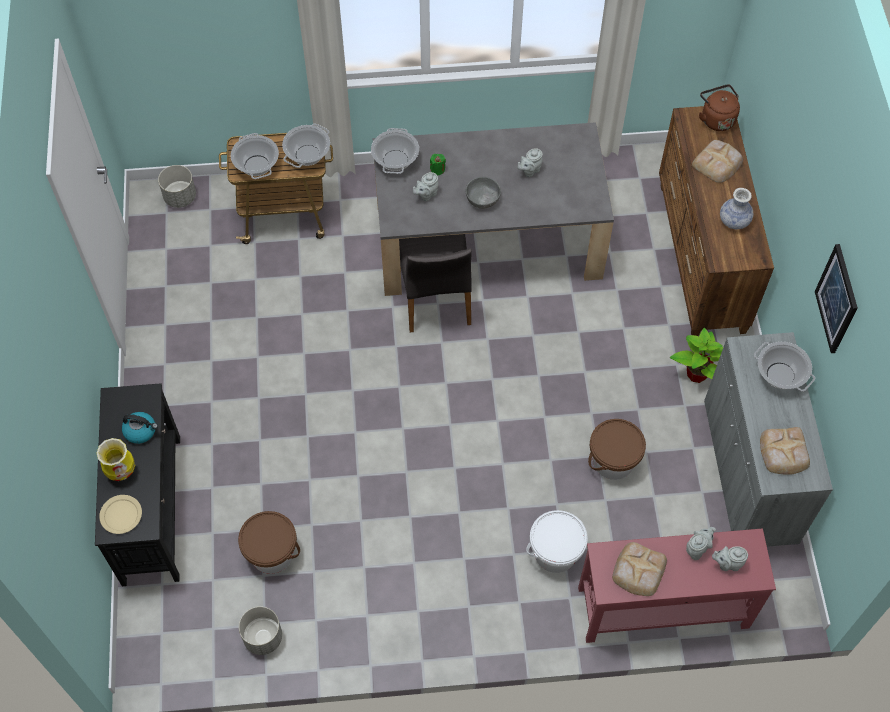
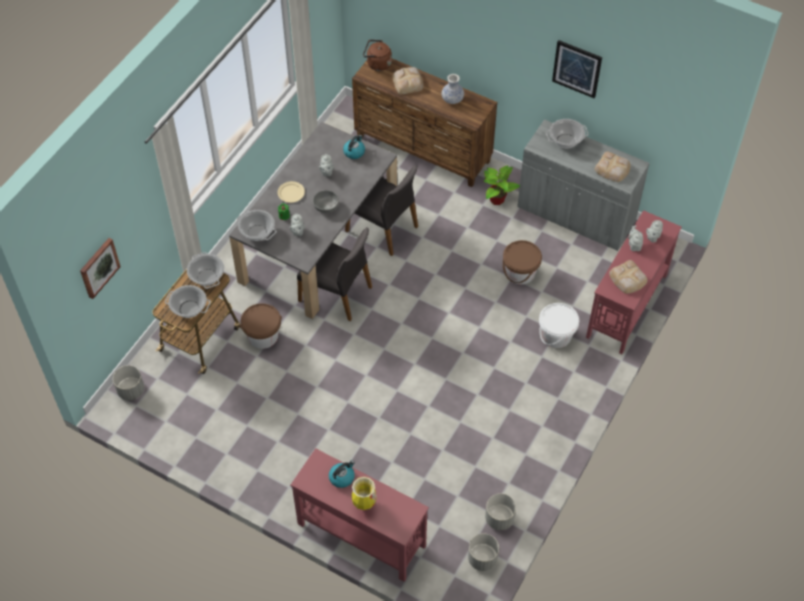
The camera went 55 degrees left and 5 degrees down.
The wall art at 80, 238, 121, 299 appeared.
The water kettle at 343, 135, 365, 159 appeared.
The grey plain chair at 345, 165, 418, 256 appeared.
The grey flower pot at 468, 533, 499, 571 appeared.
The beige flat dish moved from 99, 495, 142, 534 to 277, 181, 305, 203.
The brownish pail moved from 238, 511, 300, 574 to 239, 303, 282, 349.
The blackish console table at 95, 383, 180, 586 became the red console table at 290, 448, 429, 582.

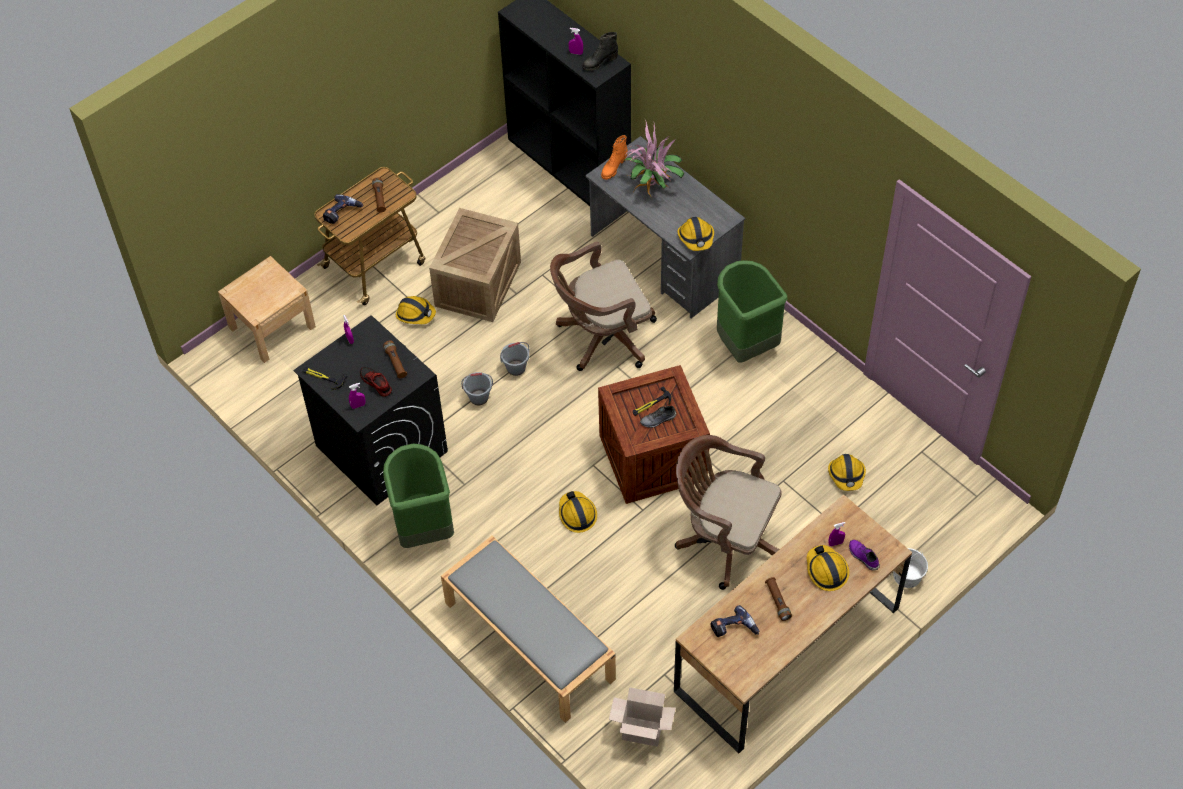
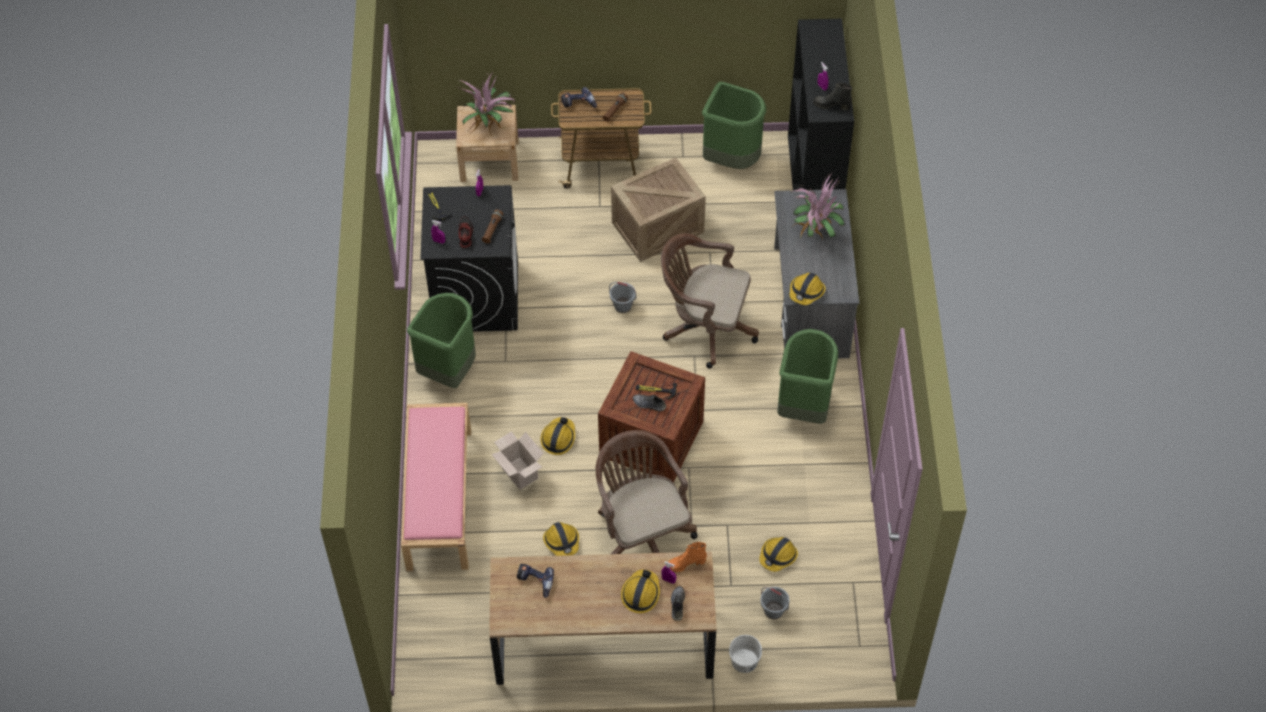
The camera went 40 degrees right and 0 degrees up.
The brownish hand torch at 765, 577, 792, 621 disappeared.
The plant in a pot at 458, 72, 515, 136 appeared.
The green-coloured trash can at 702, 82, 766, 169 appeared.
The hard hat moved from 396, 296, 436, 324 to 543, 522, 579, 556.
The grey pail moved from 461, 372, 493, 405 to 760, 587, 790, 619.
The orange high-top boot moved from 601, 135, 628, 180 to 668, 542, 707, 573.
The carton moved from 609, 687, 676, 747 to 492, 431, 544, 490.
The grey indoor bench at 441, 535, 616, 723 became the pink indoor bench at 401, 403, 471, 571.
The purple item of footwear at 849, 540, 880, 571 became the grey item of footwear at 671, 586, 685, 621.

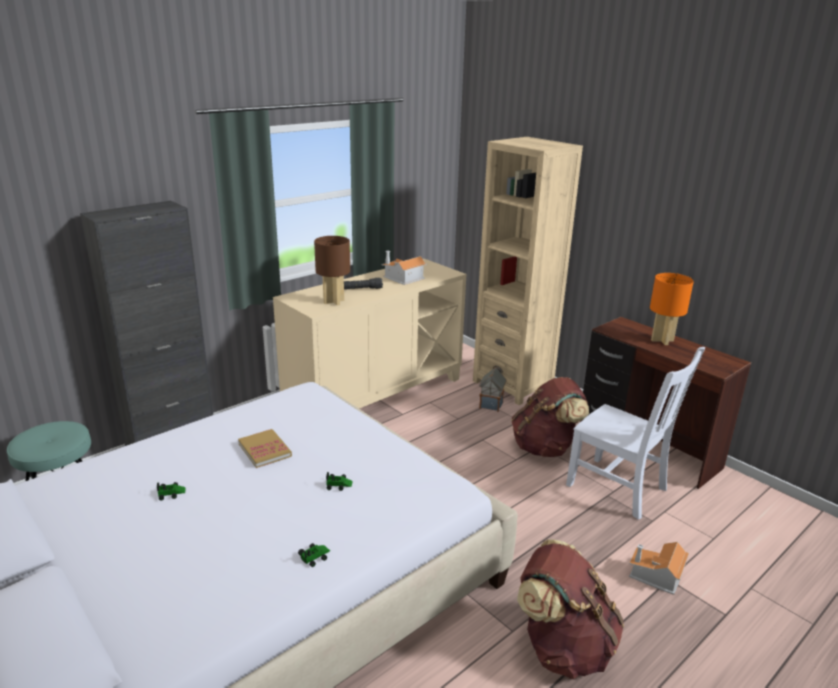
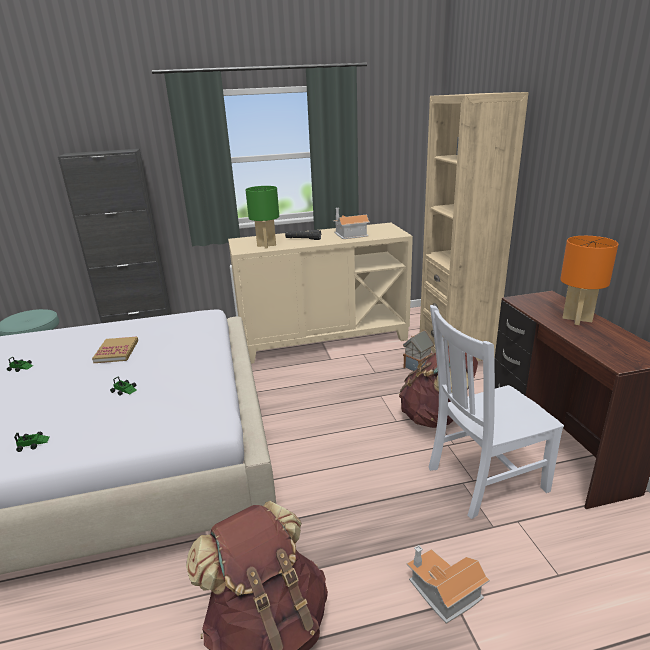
The camera went 30 degrees right and 0 degrees up.
The brownish tabletop lamp at 314, 236, 350, 306 became the green-coloured tabletop lamp at 245, 186, 279, 249.
The white-coloured plain chair at 566, 347, 705, 520 turned 90 degrees clockwise.

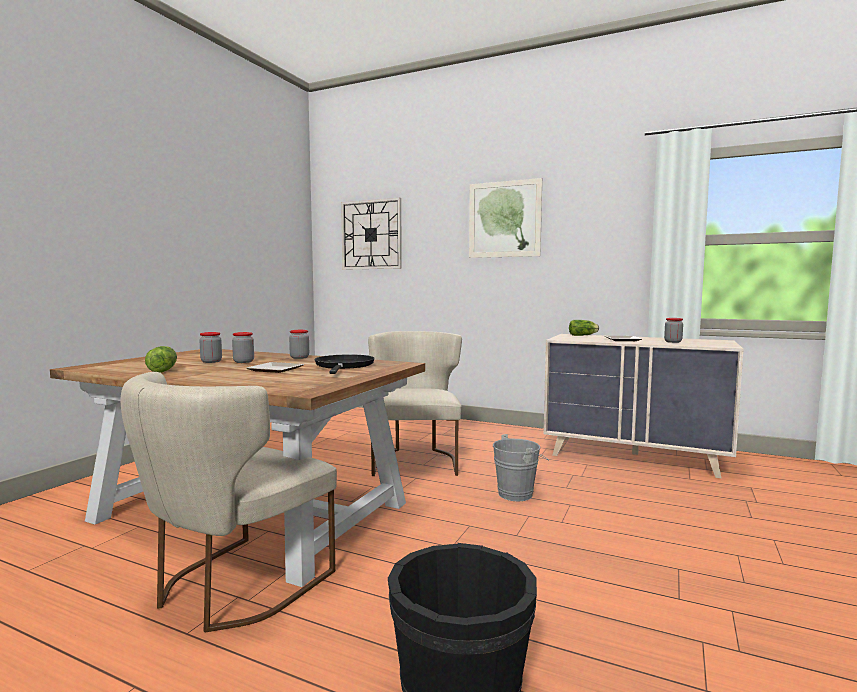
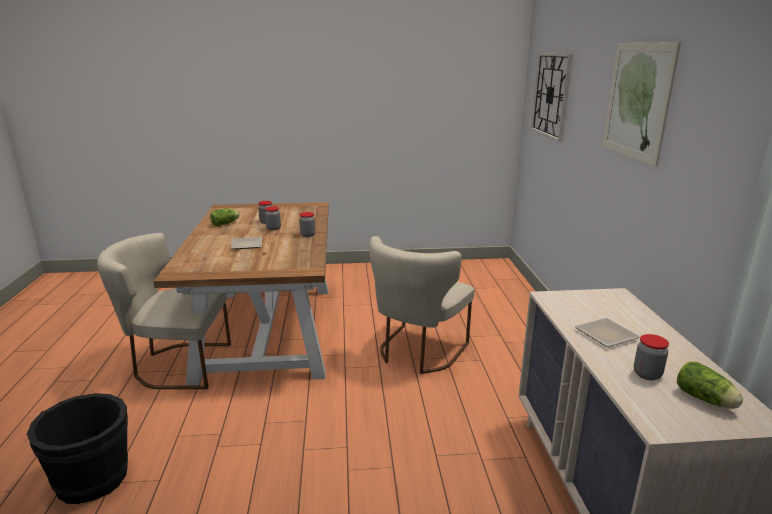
The camera went 60 degrees right and 15 degrees up.
The blackish skillet at 314, 354, 374, 374 disappeared.
The grey pail at 493, 434, 548, 501 disappeared.
The lettuce moved from 569, 320, 599, 336 to 677, 362, 743, 409.
The beige plain chair at 368, 331, 462, 476 turned 150 degrees clockwise.

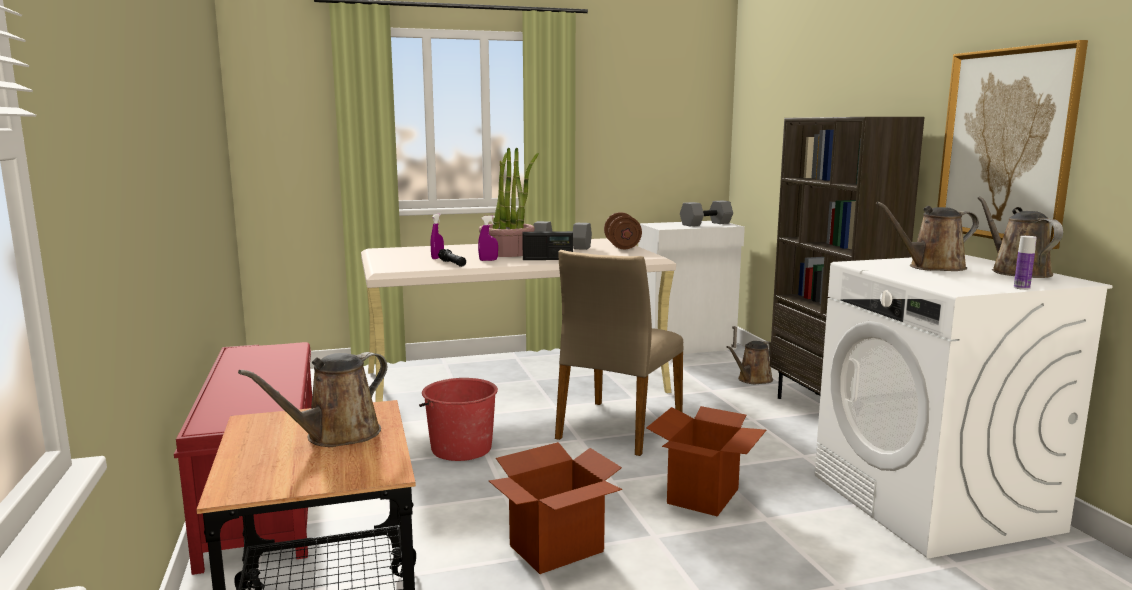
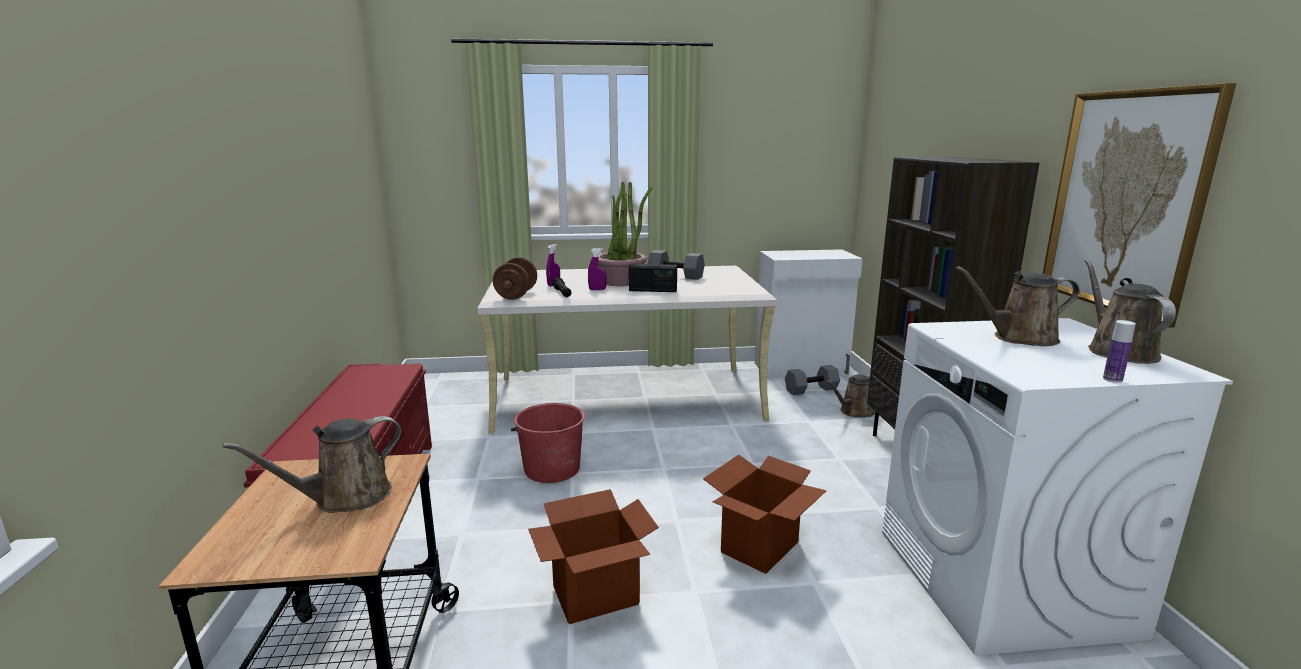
The camera went 10 degrees right and 5 degrees up.
The beige plain chair at 555, 250, 684, 456 disappeared.
The brownish free weight moved from 604, 212, 642, 250 to 493, 257, 537, 300.
The grey free weight moved from 680, 200, 733, 226 to 785, 365, 840, 395.

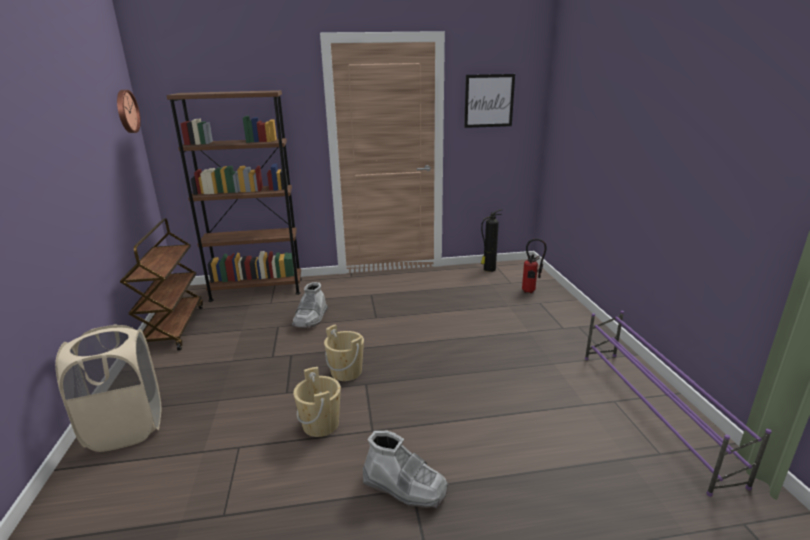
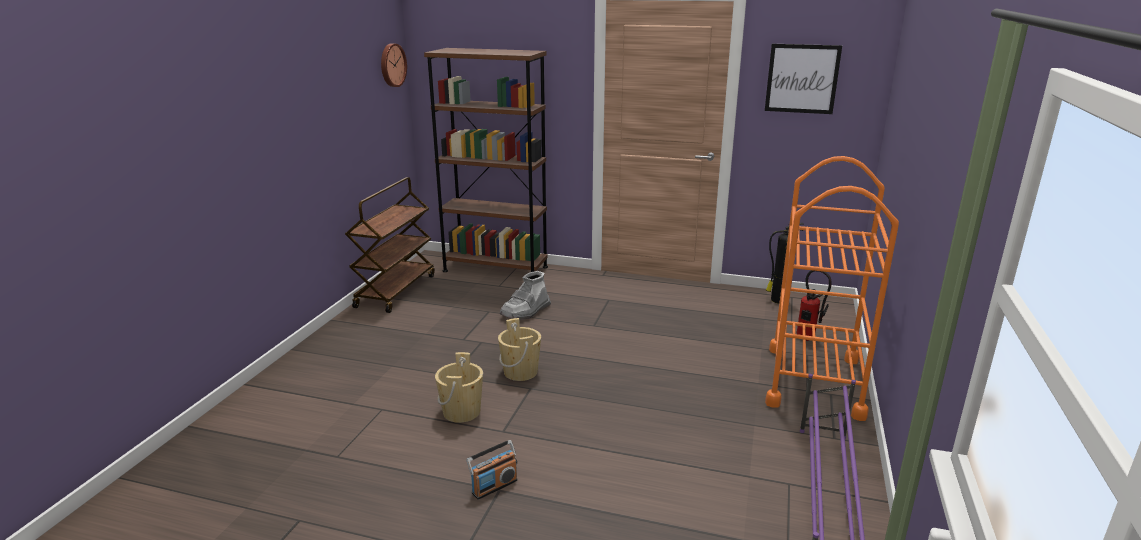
The camera went 25 degrees right and 0 degrees up.
The beige hamper at 55, 324, 162, 452 disappeared.
The orange trolley at 765, 156, 899, 421 appeared.
The grey high-top boot at 363, 431, 449, 508 was replaced by the radio receiver at 467, 440, 517, 500.

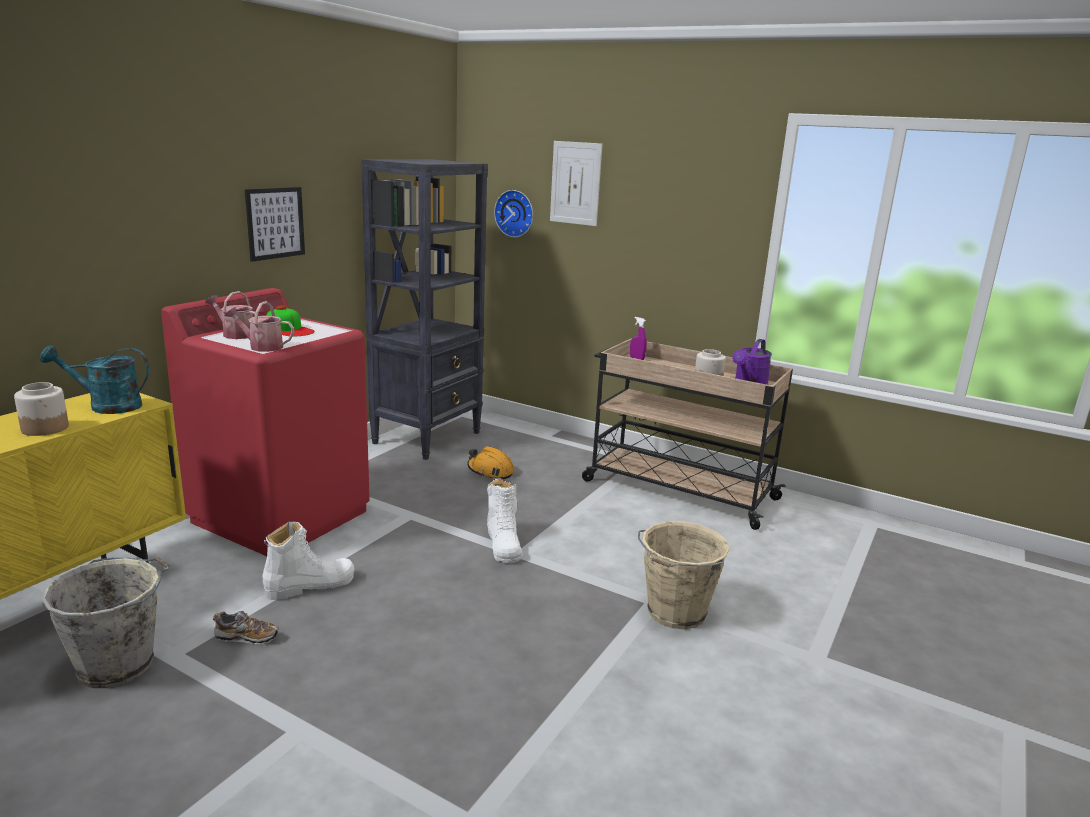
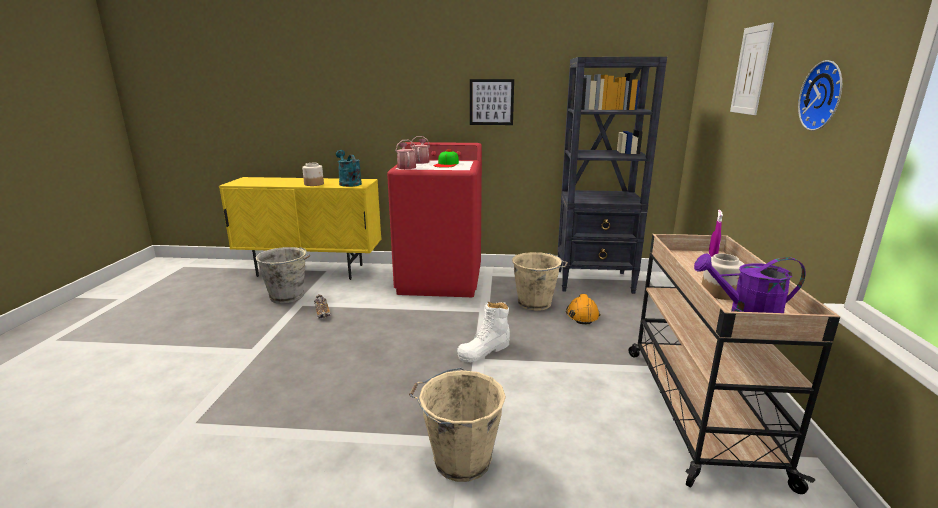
The camera went 65 degrees right and 0 degrees up.
The white-coloured high-top boot at 263, 522, 354, 600 disappeared.
The beige pail at 512, 252, 568, 311 appeared.
The wall clock moved from 494, 190, 533, 237 to 798, 60, 842, 131.

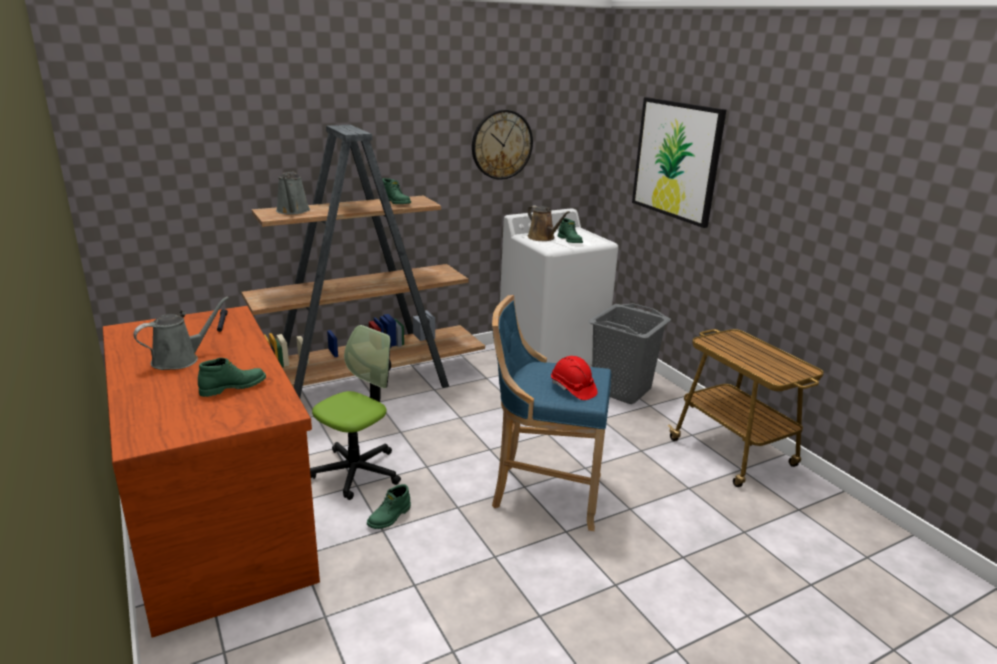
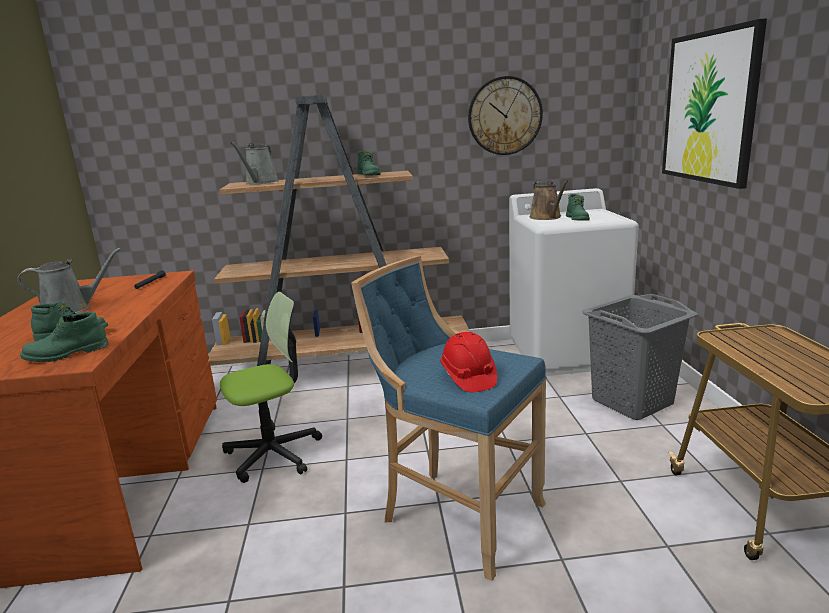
The camera went 25 degrees right and 5 degrees down.
The green-coloured high-top boot moved from 367, 484, 411, 529 to 20, 311, 109, 362.

